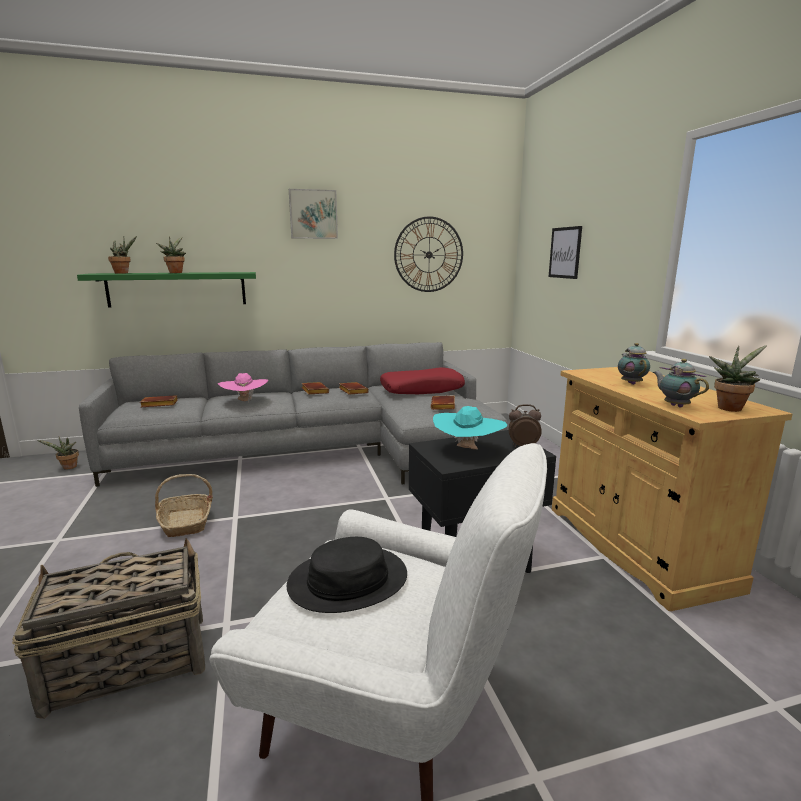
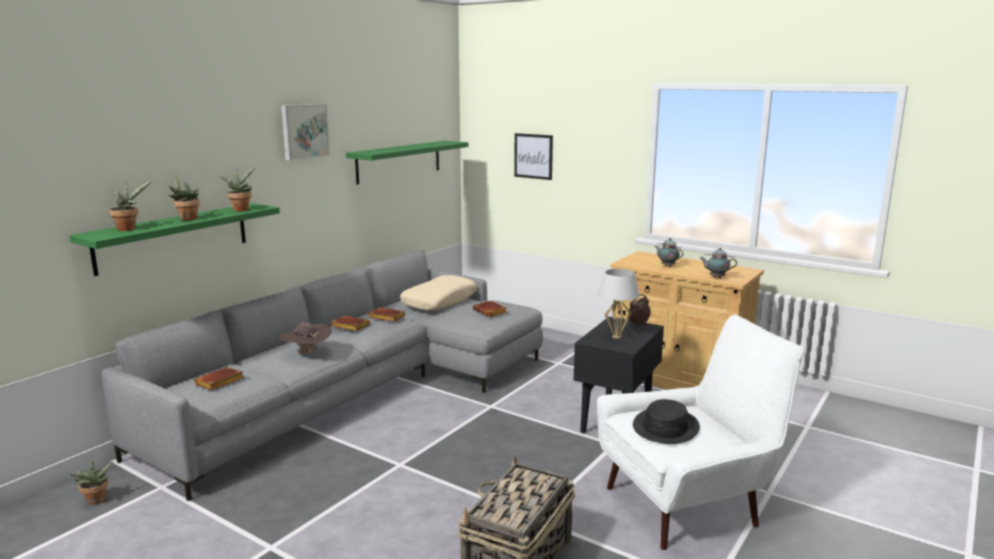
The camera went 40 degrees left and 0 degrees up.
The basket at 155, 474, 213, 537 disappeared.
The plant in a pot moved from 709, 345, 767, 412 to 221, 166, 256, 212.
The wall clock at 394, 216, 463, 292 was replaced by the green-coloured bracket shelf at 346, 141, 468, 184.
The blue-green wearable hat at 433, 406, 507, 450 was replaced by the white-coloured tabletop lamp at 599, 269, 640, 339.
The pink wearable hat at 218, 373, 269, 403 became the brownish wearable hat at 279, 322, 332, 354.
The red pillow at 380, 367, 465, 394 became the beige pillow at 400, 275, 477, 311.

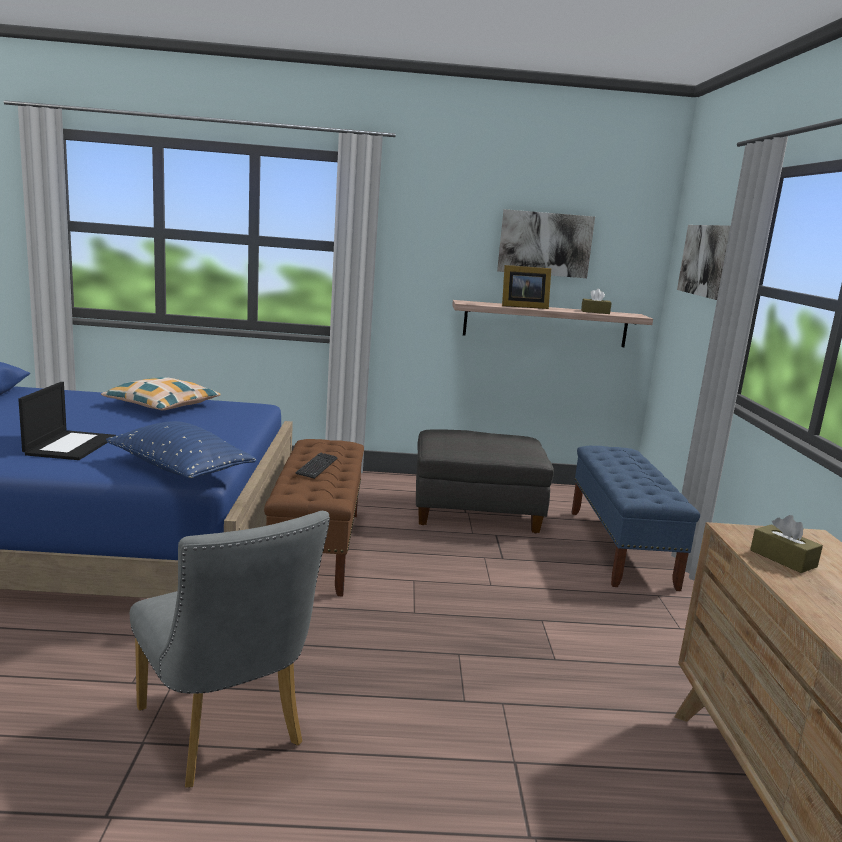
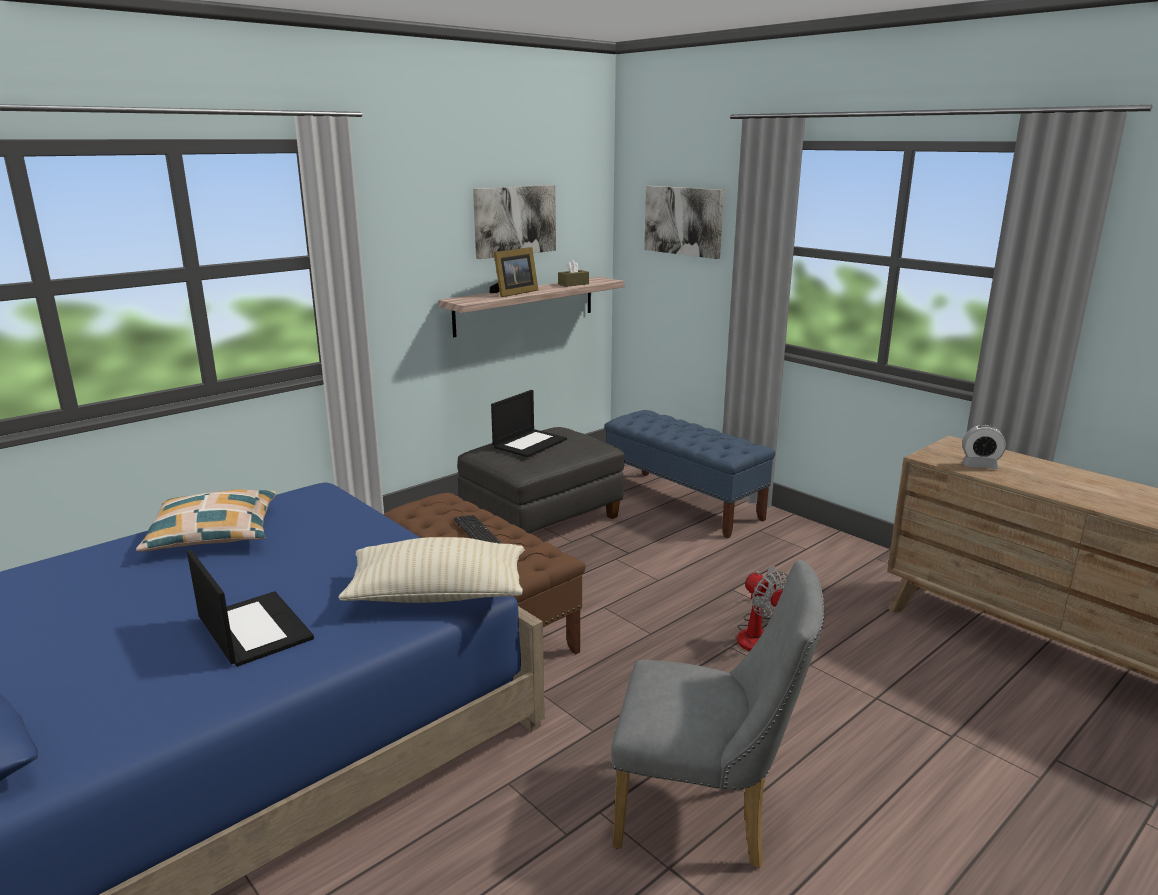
The camera went 40 degrees left and 5 degrees up.
The portable computer at 491, 390, 567, 457 appeared.
The electric fan at 737, 566, 788, 651 appeared.
The brownish box of tissues at 750, 515, 823, 573 was replaced by the bedside clock at 962, 425, 1006, 469.
The blue pillow at 106, 421, 256, 478 became the beige pillow at 339, 537, 525, 603.

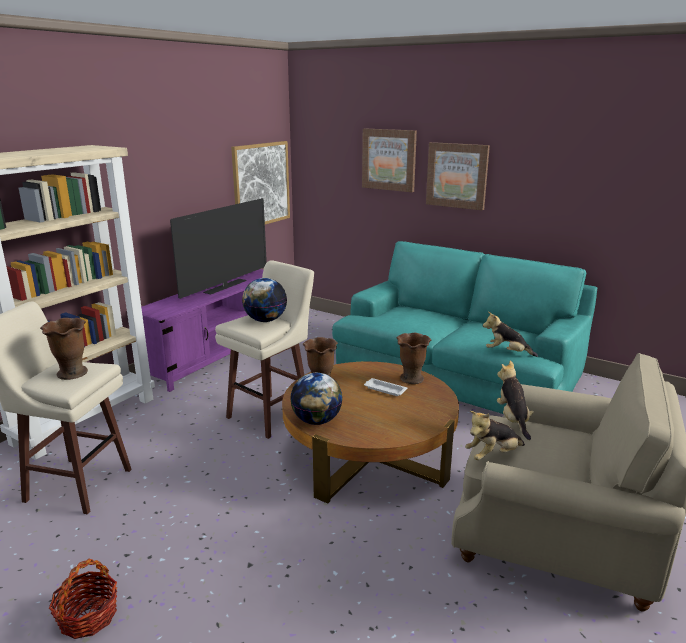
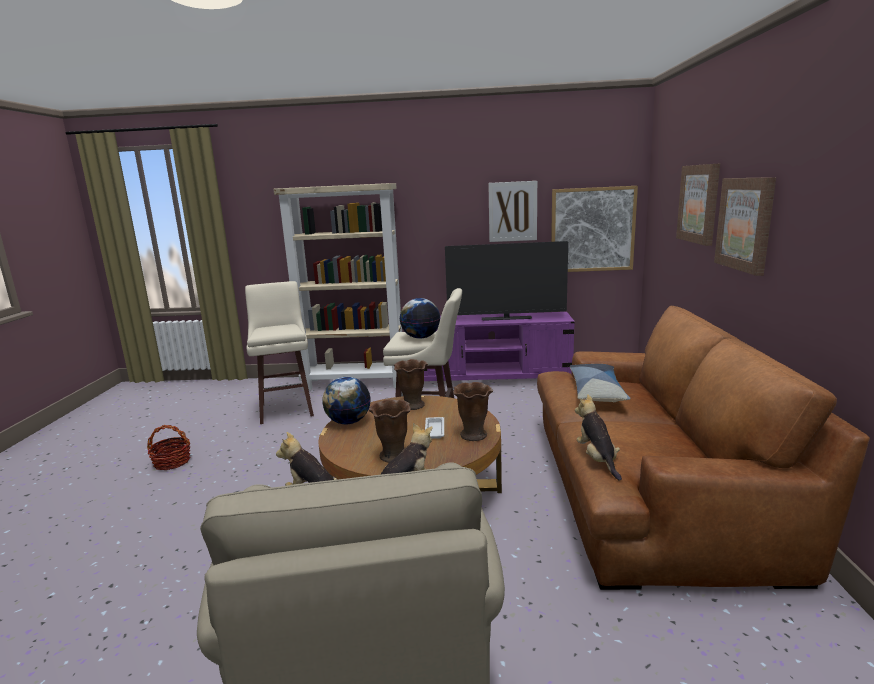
The camera went 60 degrees right and 5 degrees down.
The wall art at 488, 181, 537, 242 appeared.
The pillow at 570, 364, 630, 402 appeared.
The brownish decorative vase moved from 40, 318, 88, 380 to 368, 399, 411, 463.
The blue-green couch at 332, 241, 597, 414 became the brownish couch at 537, 306, 870, 590.

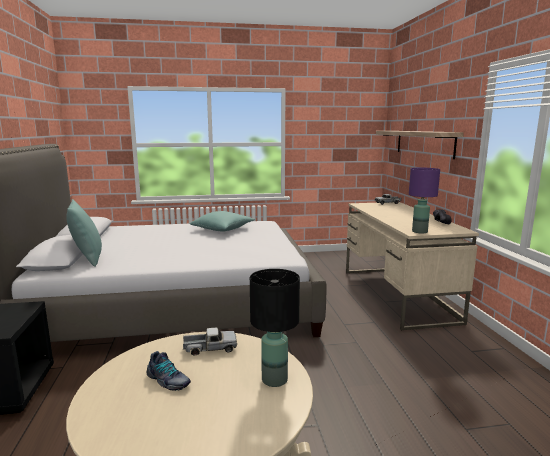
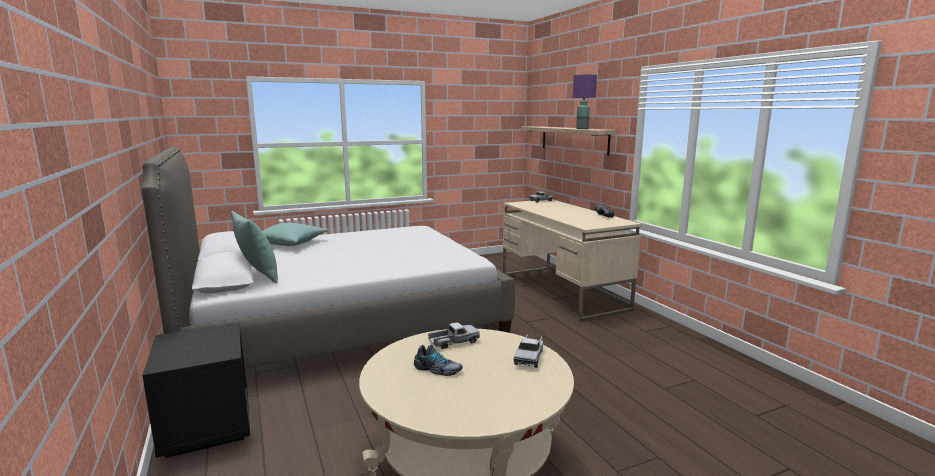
The camera went 15 degrees left and 0 degrees up.
The blue-green pillow moved from 189, 211, 255, 232 to 262, 223, 328, 246.
The purple tabletop lamp moved from 409, 168, 440, 234 to 573, 74, 597, 129.
The blackish tabletop lamp at 250, 269, 300, 387 was replaced by the toy truck at 514, 334, 543, 368.

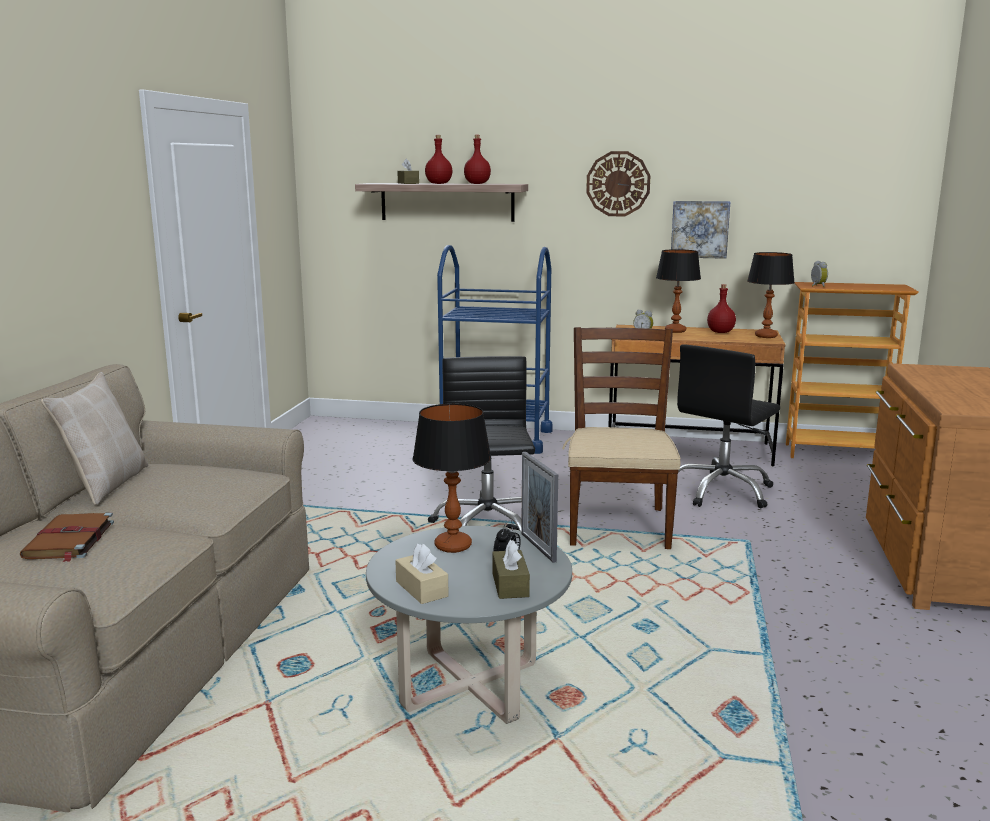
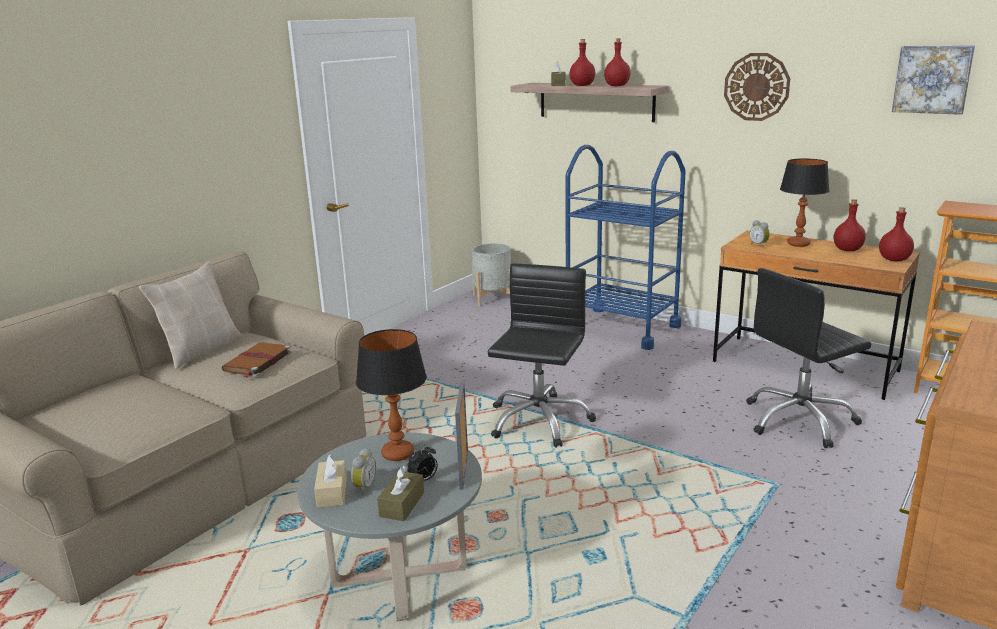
The camera went 25 degrees right and 5 degrees up.
The brownish plain chair at 562, 327, 681, 549 disappeared.
The grey flower pot at 472, 244, 511, 306 appeared.
The brownish book moved from 20, 512, 114, 562 to 222, 342, 292, 378.
The wall art moved from 671, 201, 730, 259 to 892, 45, 975, 115.
The bedside clock moved from 811, 261, 828, 287 to 351, 448, 376, 495.
The tabletop lamp at 747, 252, 795, 338 was replaced by the red drink bottle at 879, 207, 914, 261.

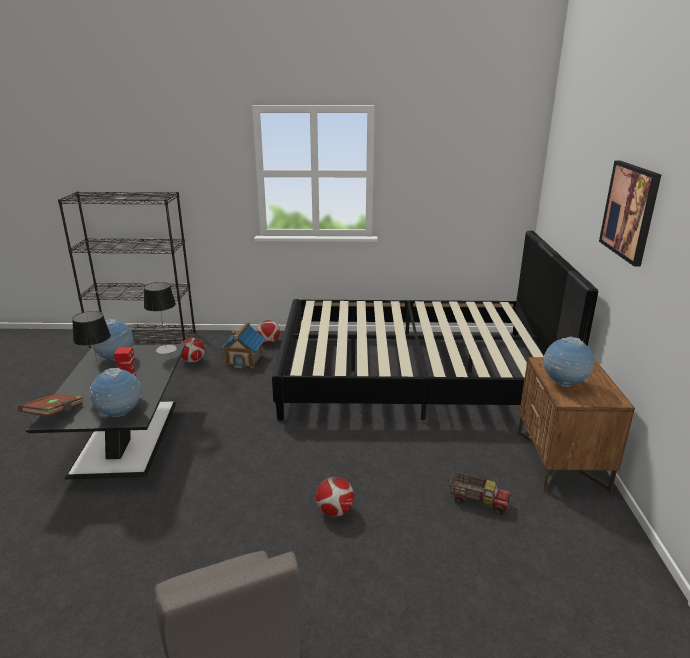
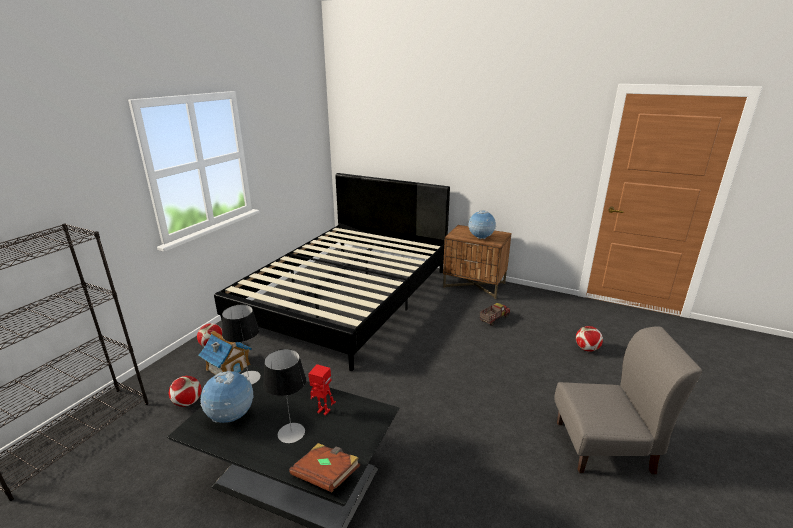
The camera went 65 degrees left and 0 degrees up.
The desk globe at 89, 368, 141, 417 disappeared.
The wall art at 599, 161, 661, 266 disappeared.
The ball for football moved from 316, 477, 354, 517 to 576, 326, 603, 351.

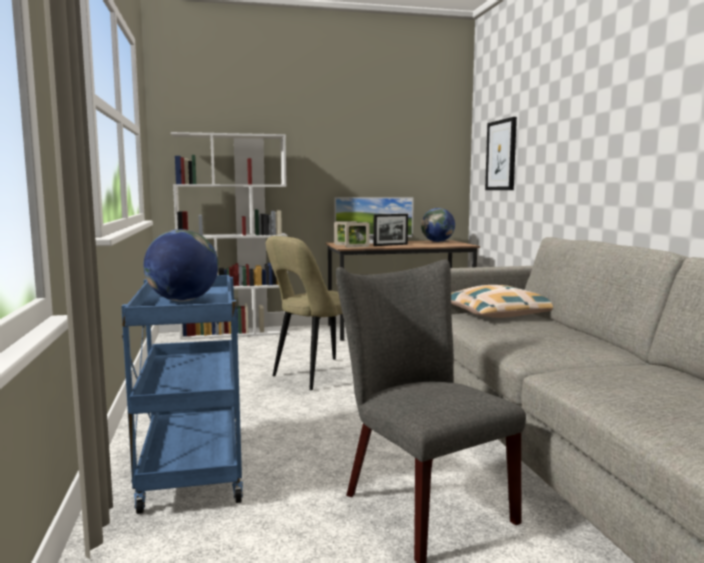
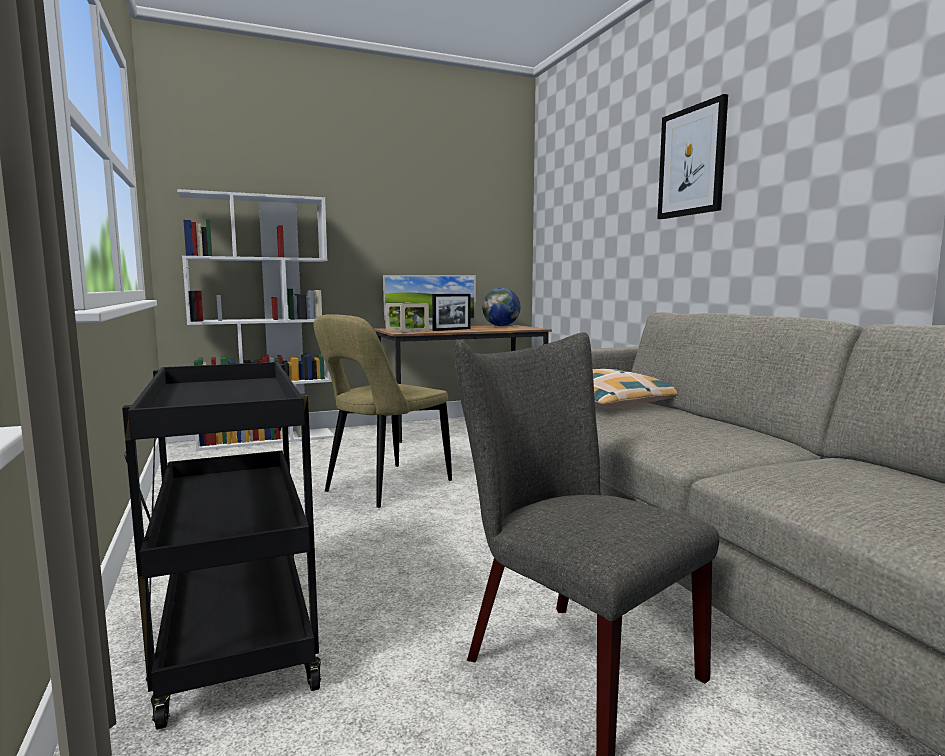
The camera went 10 degrees left and 0 degrees up.
The desk globe at 143, 229, 219, 301 disappeared.
The wall art moved from 485, 117, 517, 190 to 657, 94, 728, 219.
The blue trolley at 121, 275, 243, 514 became the blackish trolley at 122, 362, 321, 730.

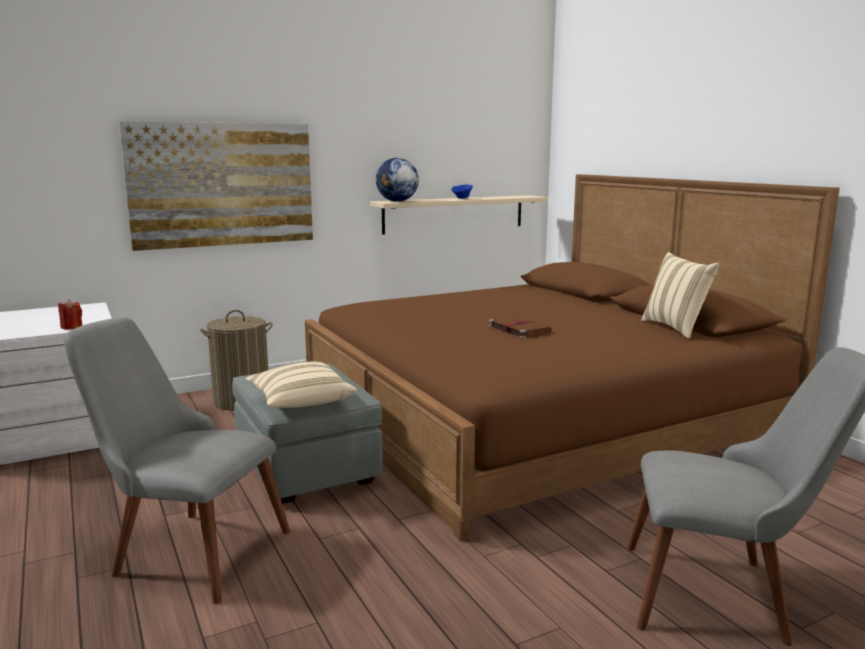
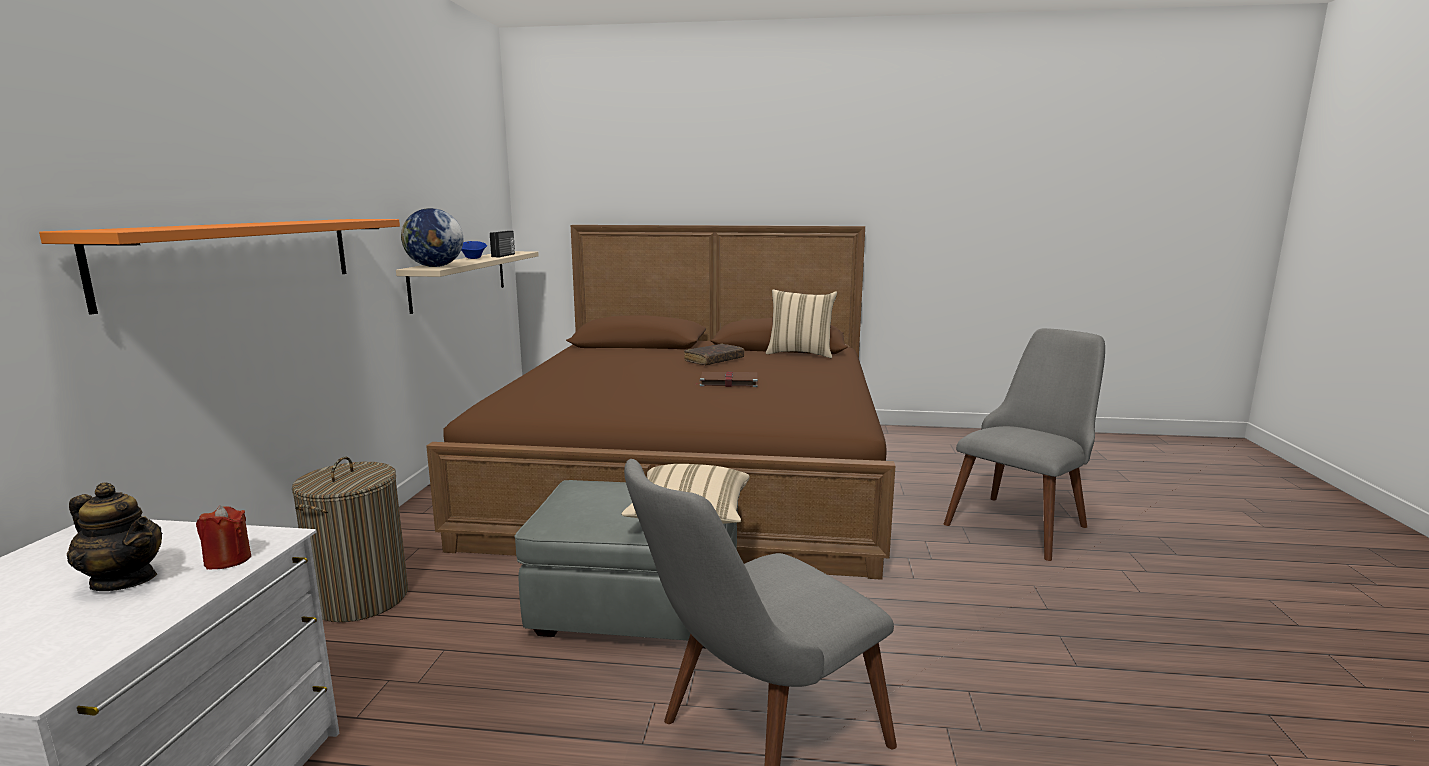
The camera went 55 degrees left and 0 degrees up.
The pot for tea at 67, 482, 162, 591 appeared.
The radio receiver at 490, 231, 515, 257 appeared.
The brownish book at 684, 344, 744, 365 appeared.
The wall art at 119, 121, 313, 251 was replaced by the orange bracket shelf at 39, 219, 400, 315.

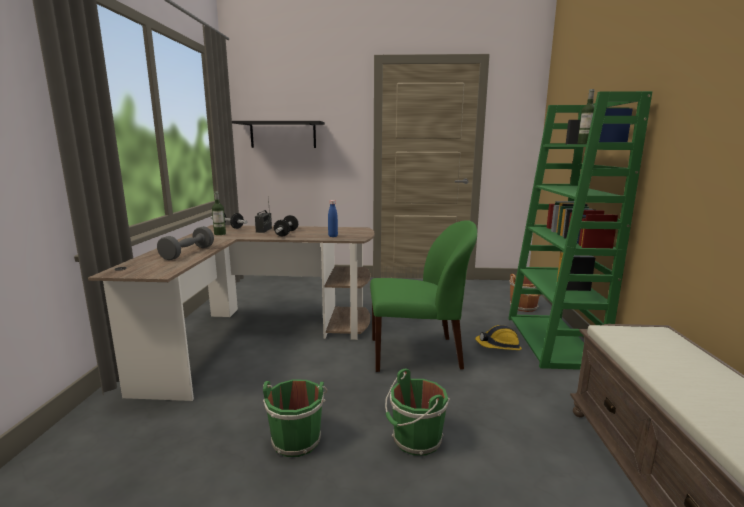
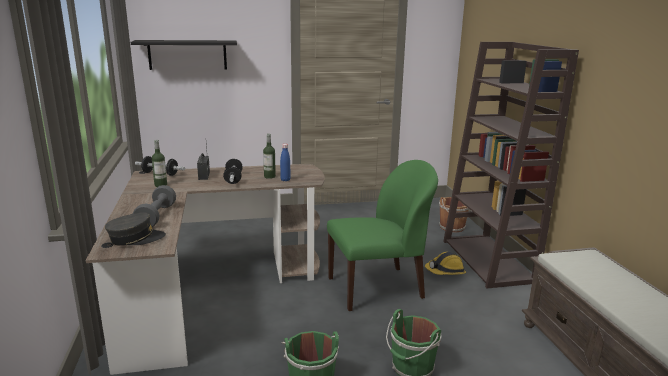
The camera went 15 degrees left and 5 degrees up.
The grey cap at 105, 212, 166, 246 appeared.
The drink bottle moved from 578, 89, 595, 144 to 263, 134, 276, 179.
The green-coloured shelving unit at 508, 91, 652, 370 became the brownish shelving unit at 443, 42, 579, 289.

